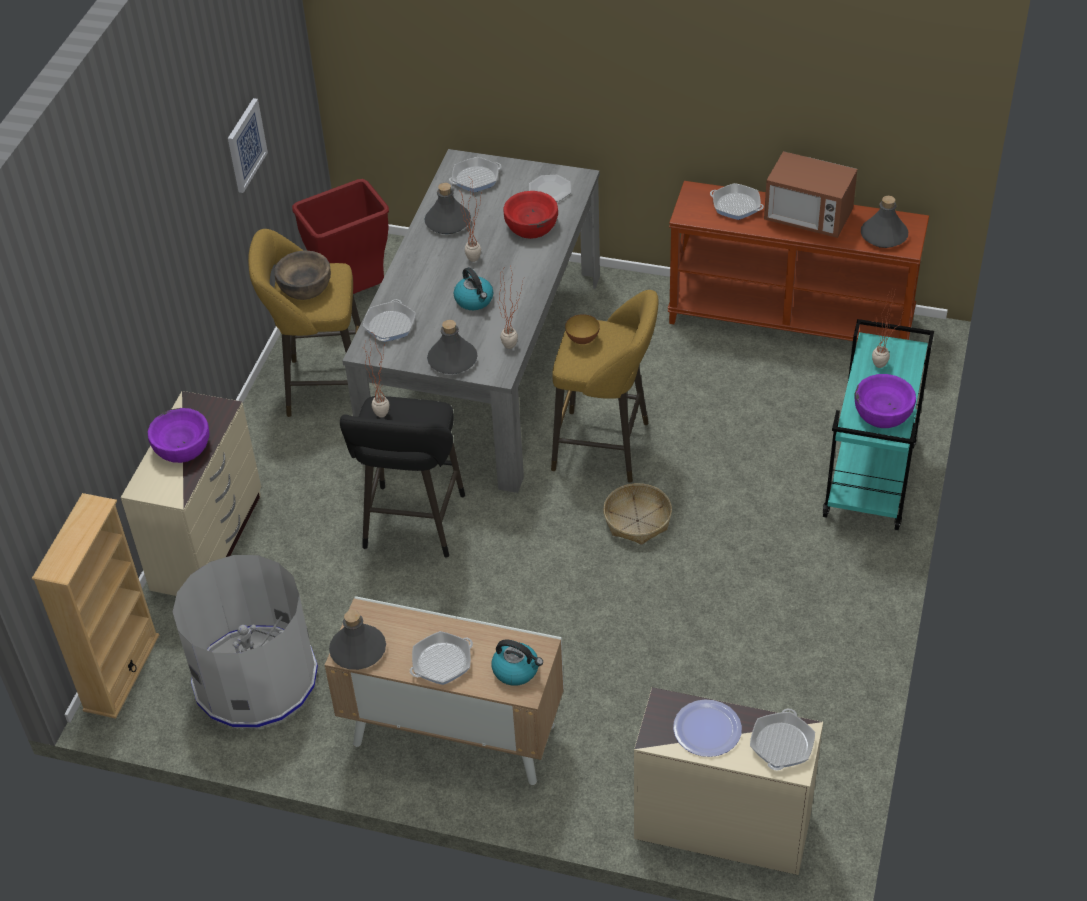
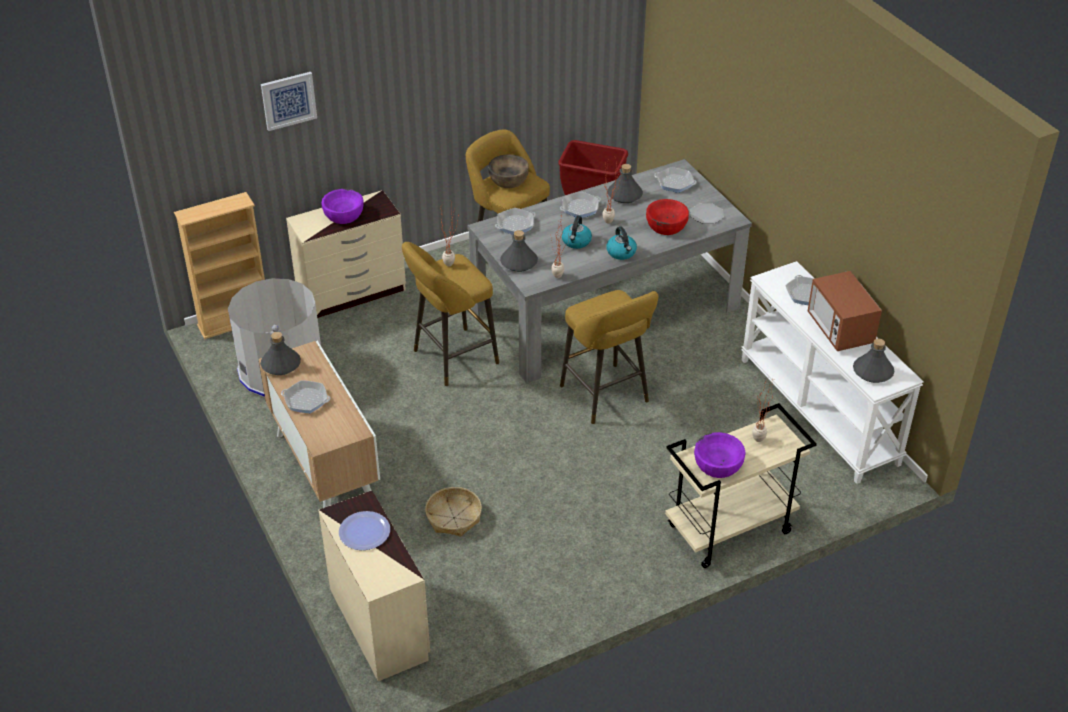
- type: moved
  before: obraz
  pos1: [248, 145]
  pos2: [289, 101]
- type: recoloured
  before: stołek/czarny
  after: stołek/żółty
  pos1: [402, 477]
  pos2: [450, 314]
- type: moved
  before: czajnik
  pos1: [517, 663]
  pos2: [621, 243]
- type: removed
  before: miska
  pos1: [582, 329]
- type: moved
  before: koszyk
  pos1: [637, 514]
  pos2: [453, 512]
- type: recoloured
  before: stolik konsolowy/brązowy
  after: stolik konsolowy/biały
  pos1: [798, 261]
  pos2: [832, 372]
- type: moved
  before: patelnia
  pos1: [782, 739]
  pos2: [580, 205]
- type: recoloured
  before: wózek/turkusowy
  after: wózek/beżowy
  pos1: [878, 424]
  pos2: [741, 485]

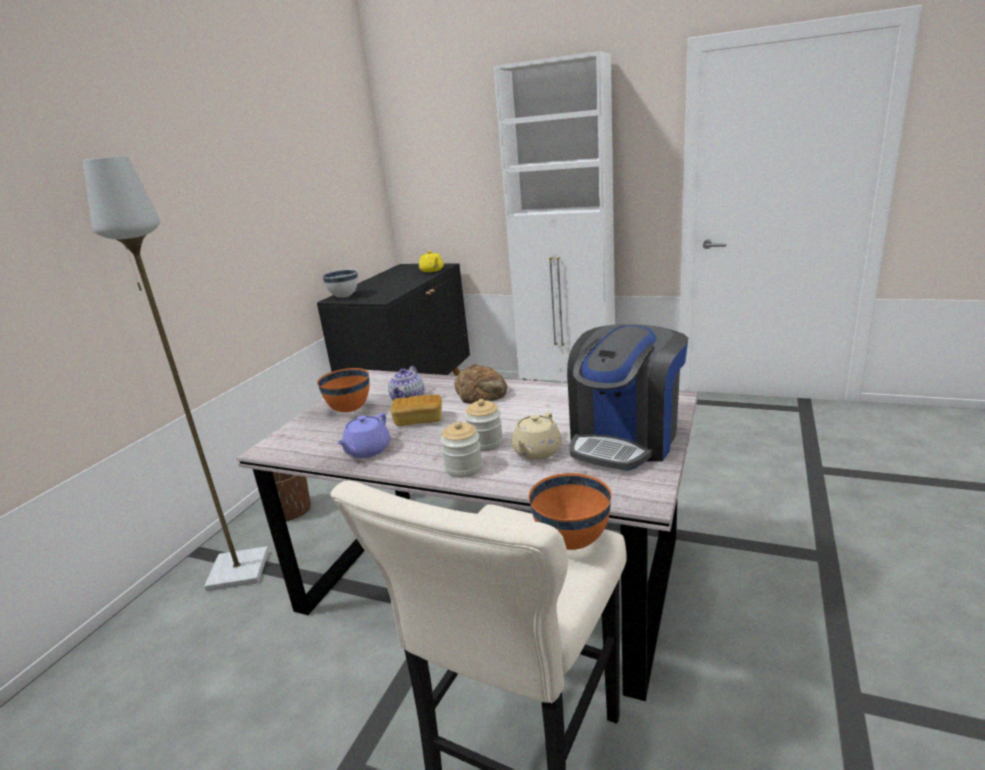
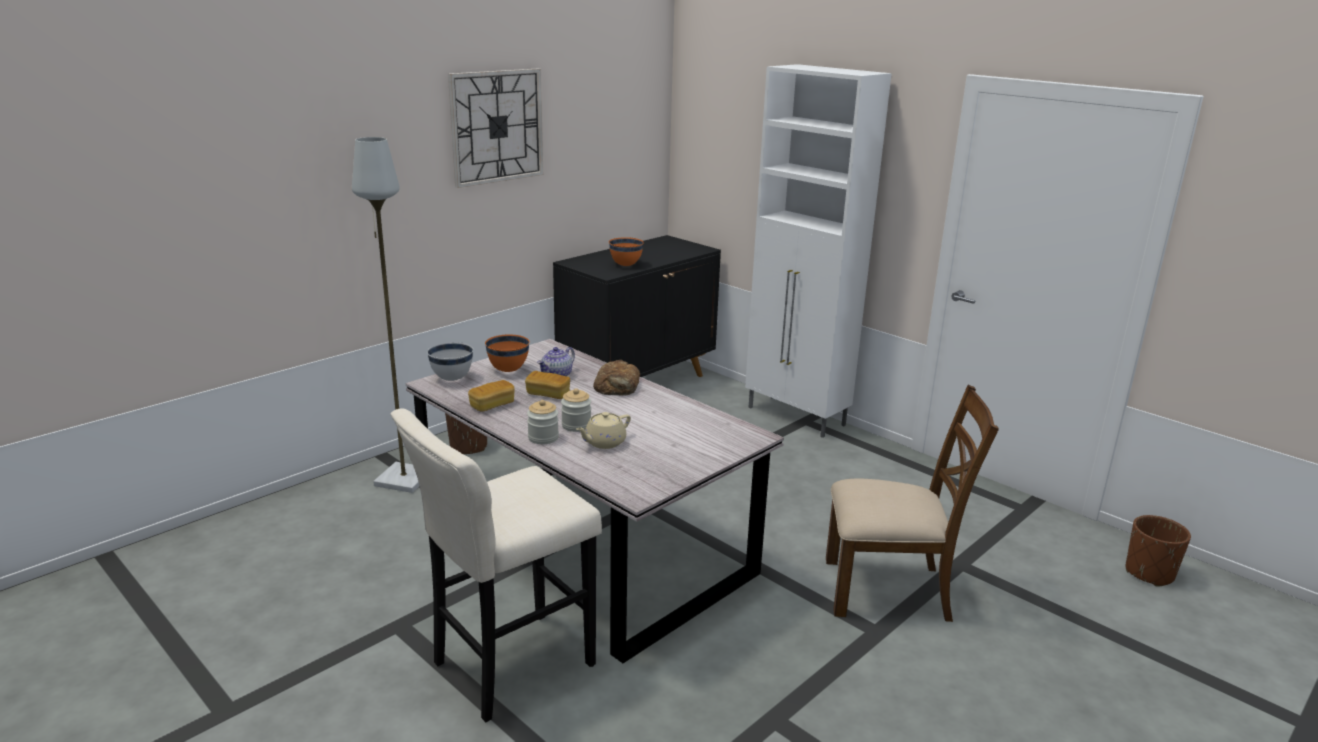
- type: moved
  before: miska/biały
  pos1: [340, 283]
  pos2: [450, 361]
- type: replaced
  before: imbryk/fioletowy
  after: chleb
  pos1: [363, 435]
  pos2: [491, 395]
- type: removed
  before: imbryk/żółty
  pos1: [431, 261]
- type: moved
  before: miska/pomarańczowy
  pos1: [570, 511]
  pos2: [626, 251]
- type: removed
  before: ekspres do kawy
  pos1: [627, 397]
- type: added
  after: zegar ścienny
  pos2: [495, 128]
- type: added
  after: krzesło/brązowy
  pos2: [912, 503]
- type: added
  after: donica/brązowy
  pos2: [1158, 551]

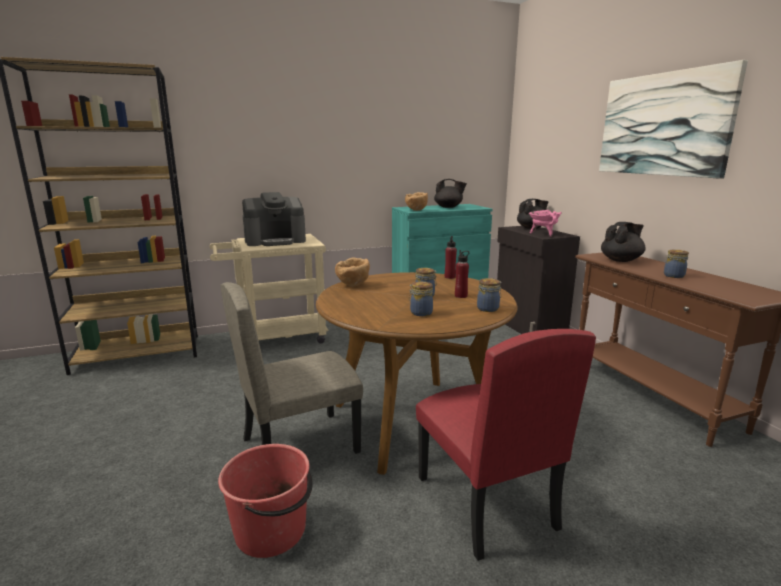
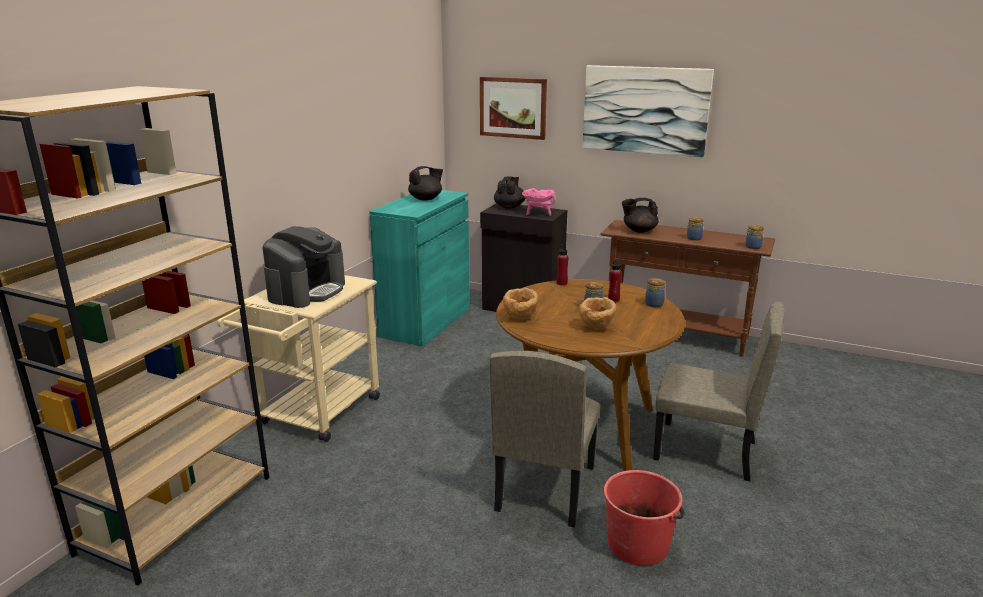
- type: moved
  before: miska/brązowy
  pos1: [416, 201]
  pos2: [597, 313]
- type: moved
  before: słoik
  pos1: [421, 299]
  pos2: [754, 237]
- type: recoloured
  before: krzesło/czerwony
  after: krzesło/beżowy
  pos1: [506, 445]
  pos2: [719, 391]
- type: turned
  before: imbryk/czarny
  pos1: [623, 242]
  pos2: [640, 215]
  turn: -105
- type: added
  after: obraz
  pos2: [513, 108]

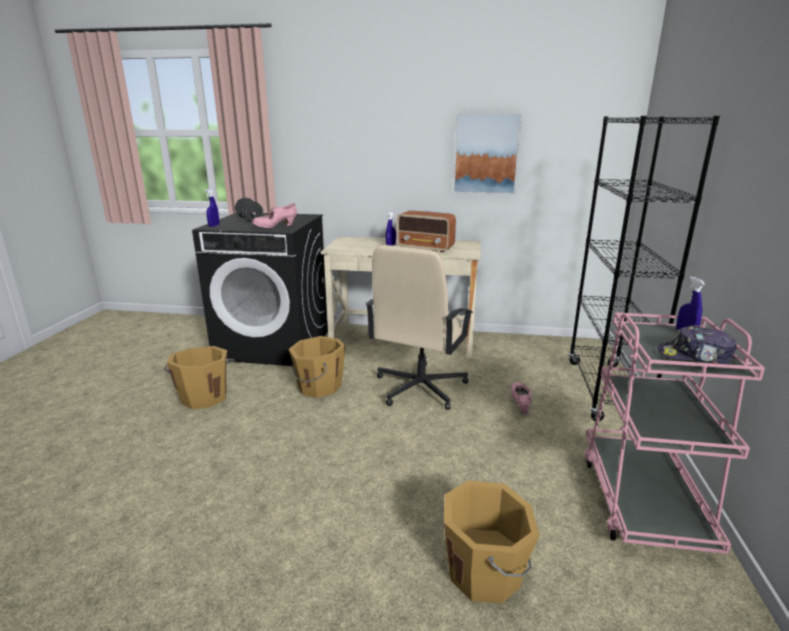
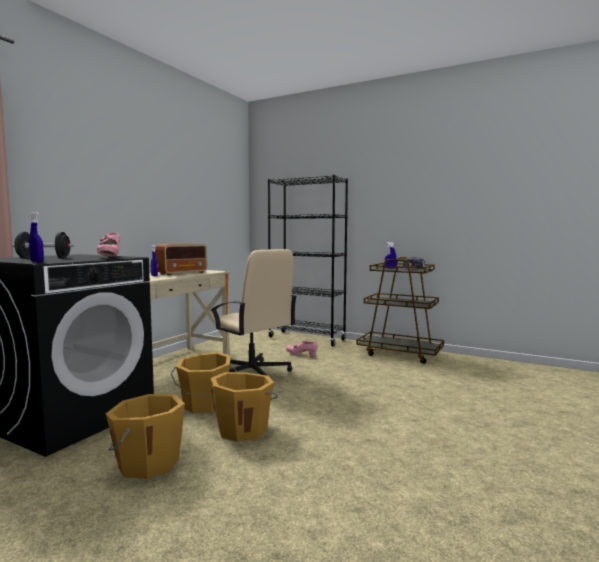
- type: moved
  before: wiadro/pomarańczowy
  pos1: [492, 541]
  pos2: [244, 407]
- type: removed
  before: obraz
  pos1: [487, 154]
- type: recoloured
  before: wózek/różowy
  after: wózek/brązowy
  pos1: [675, 433]
  pos2: [400, 310]

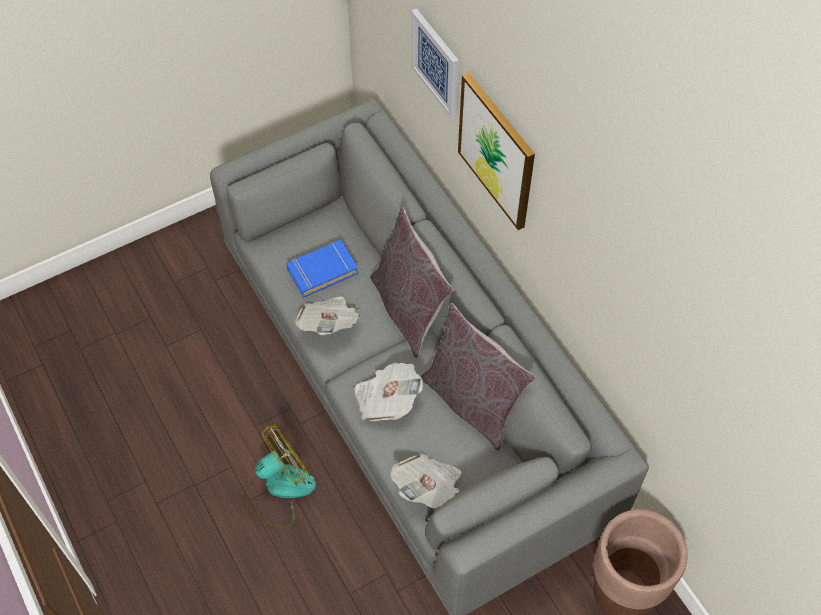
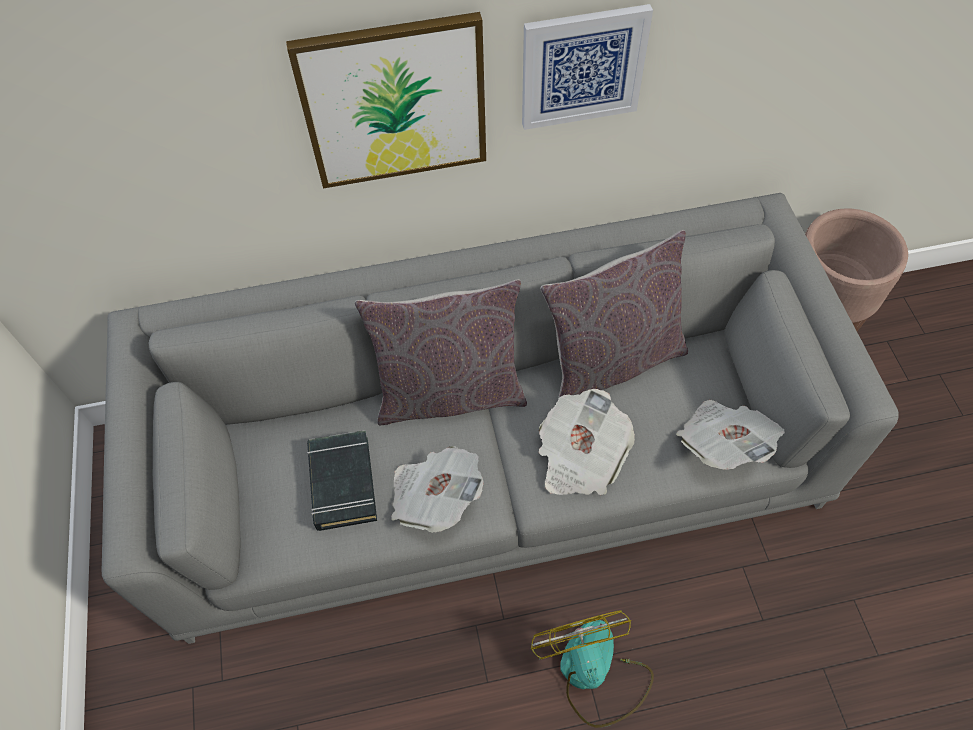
- type: recoloured
  before: książka/niebieski
  after: książka/czarny
  pos1: [322, 269]
  pos2: [342, 480]
- type: moved
  before: obraz
  pos1: [435, 63]
  pos2: [587, 67]

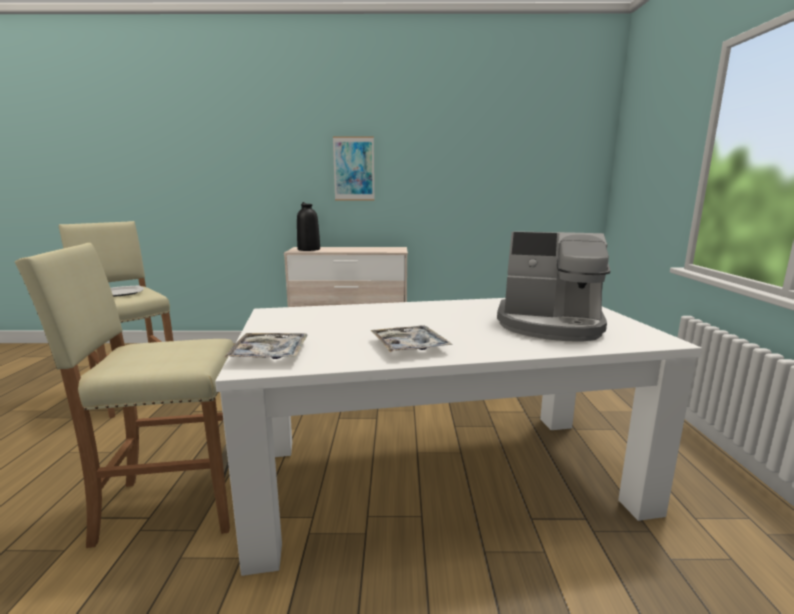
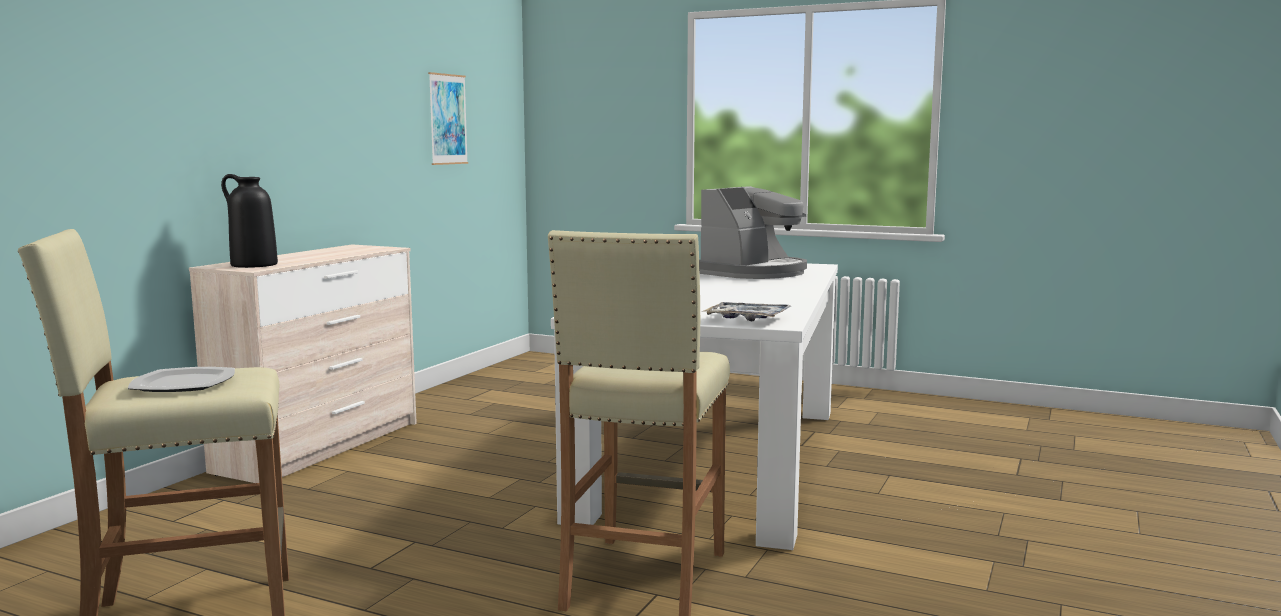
- type: moved
  before: obraz
  pos1: [354, 168]
  pos2: [448, 118]
- type: removed
  before: taca
  pos1: [411, 338]

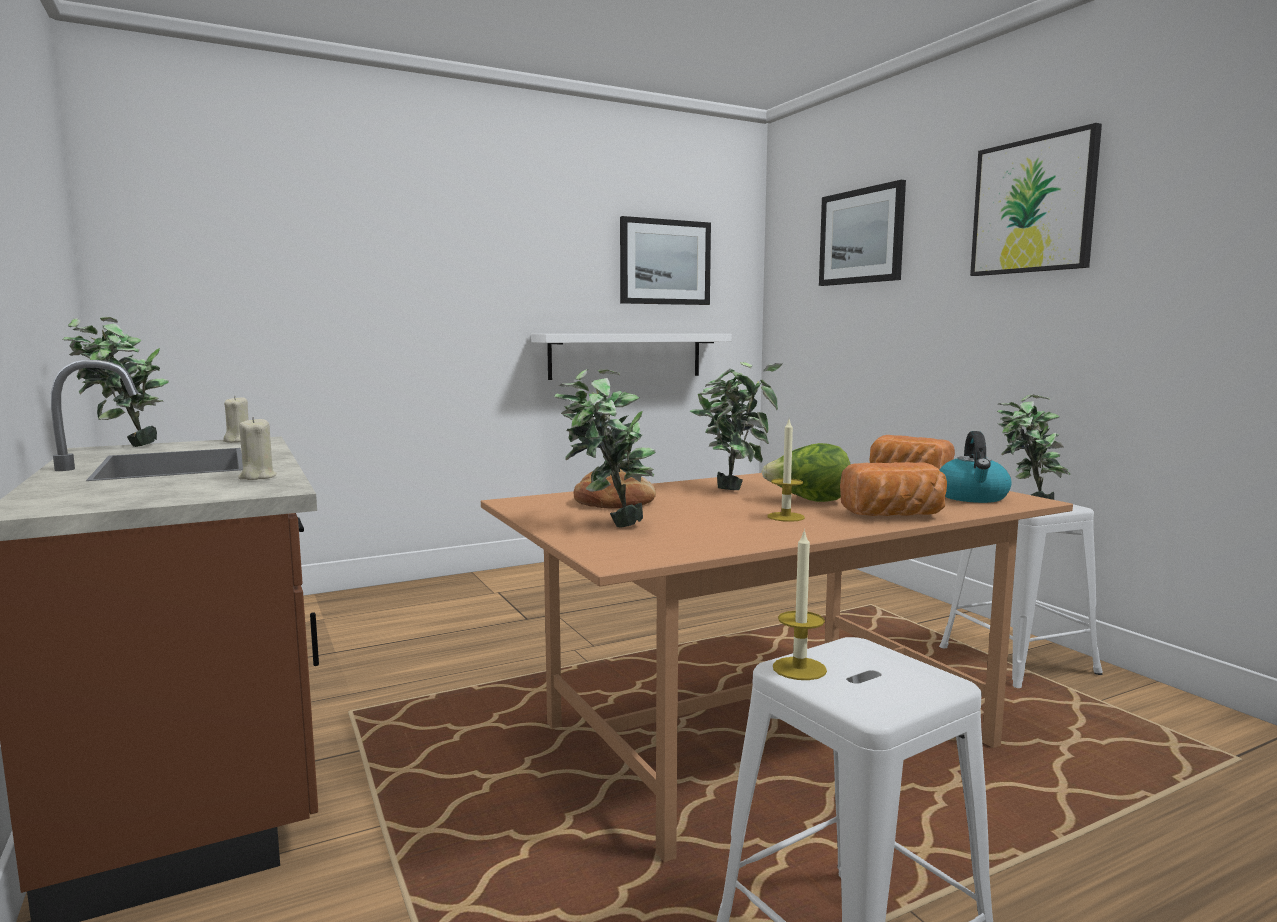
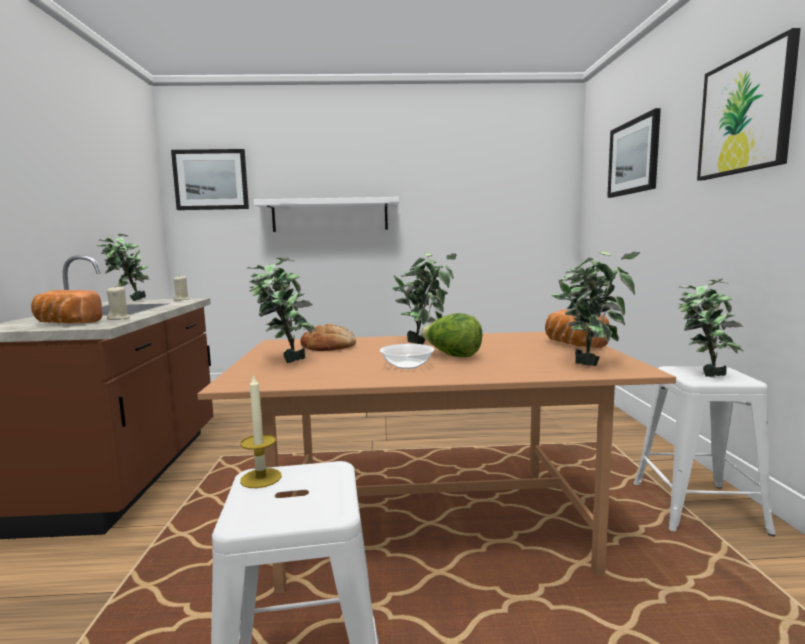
- type: moved
  before: półka/biały
  pos1: [631, 357]
  pos2: [326, 214]
- type: moved
  before: obraz
  pos1: [665, 260]
  pos2: [210, 179]
- type: replaced
  before: świeca
  after: miska
  pos1: [786, 471]
  pos2: [407, 356]
- type: moved
  before: chleb
  pos1: [893, 489]
  pos2: [66, 306]
- type: replaced
  before: czajnik
  after: roślina doniczkowa
  pos1: [975, 467]
  pos2: [595, 308]

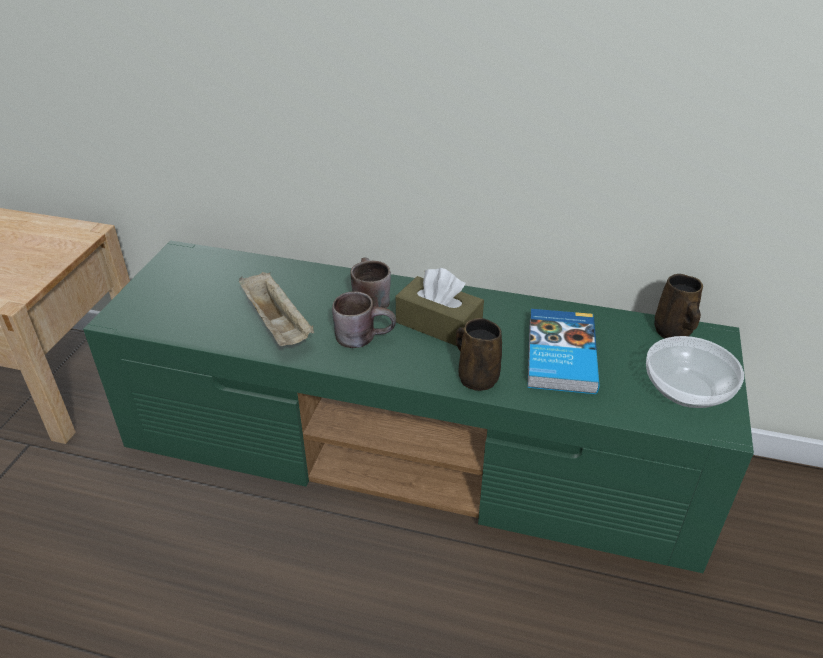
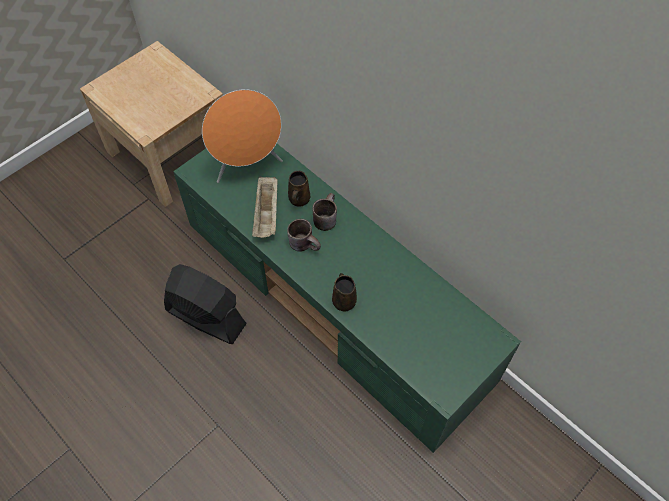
- type: removed
  before: pudełko chusteczek/brązowy
  pos1: [440, 307]
- type: removed
  before: książka
  pos1: [563, 351]
- type: removed
  before: miska
  pos1: [695, 372]
- type: moved
  before: kubek/brązowy
  pos1: [678, 306]
  pos2: [299, 189]
- type: added
  after: wentylator/czarny
  pos2: [205, 304]
- type: added
  after: głośnik/pomarańczowy
  pos2: [242, 136]

